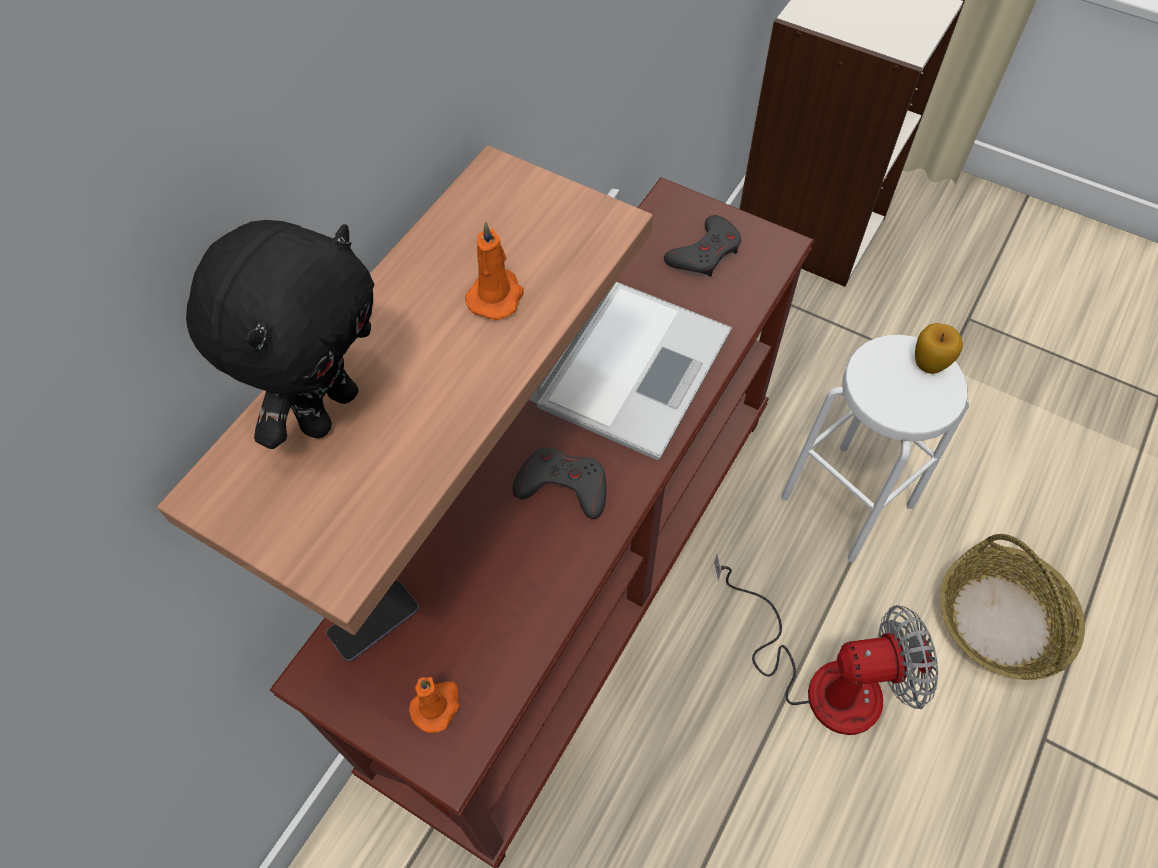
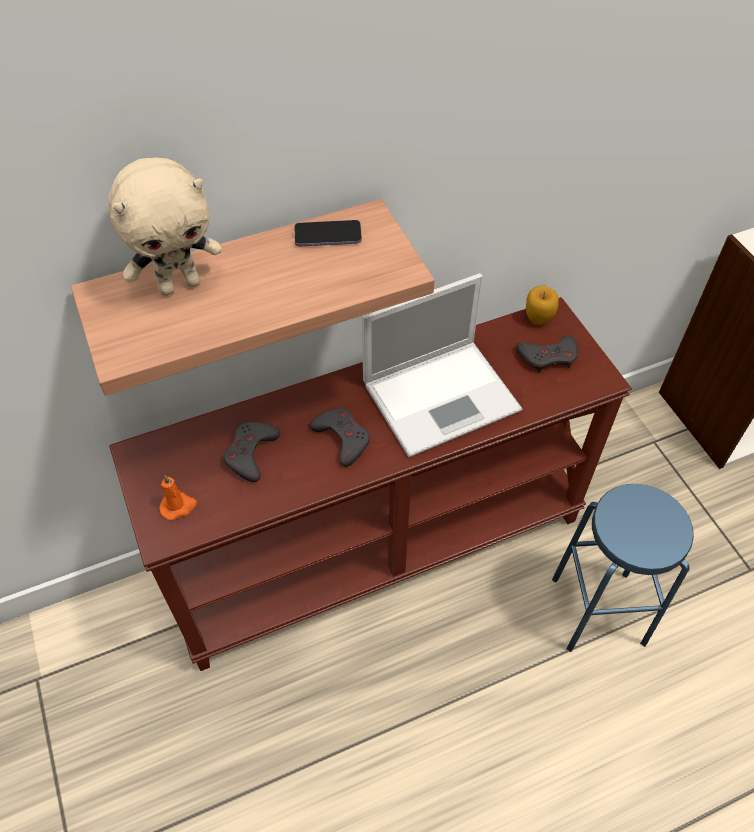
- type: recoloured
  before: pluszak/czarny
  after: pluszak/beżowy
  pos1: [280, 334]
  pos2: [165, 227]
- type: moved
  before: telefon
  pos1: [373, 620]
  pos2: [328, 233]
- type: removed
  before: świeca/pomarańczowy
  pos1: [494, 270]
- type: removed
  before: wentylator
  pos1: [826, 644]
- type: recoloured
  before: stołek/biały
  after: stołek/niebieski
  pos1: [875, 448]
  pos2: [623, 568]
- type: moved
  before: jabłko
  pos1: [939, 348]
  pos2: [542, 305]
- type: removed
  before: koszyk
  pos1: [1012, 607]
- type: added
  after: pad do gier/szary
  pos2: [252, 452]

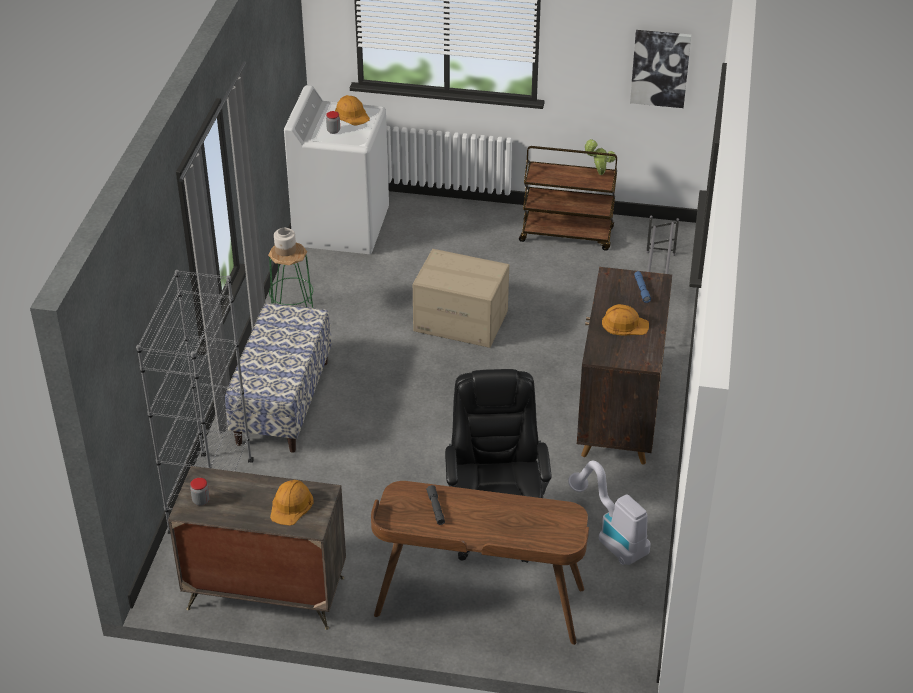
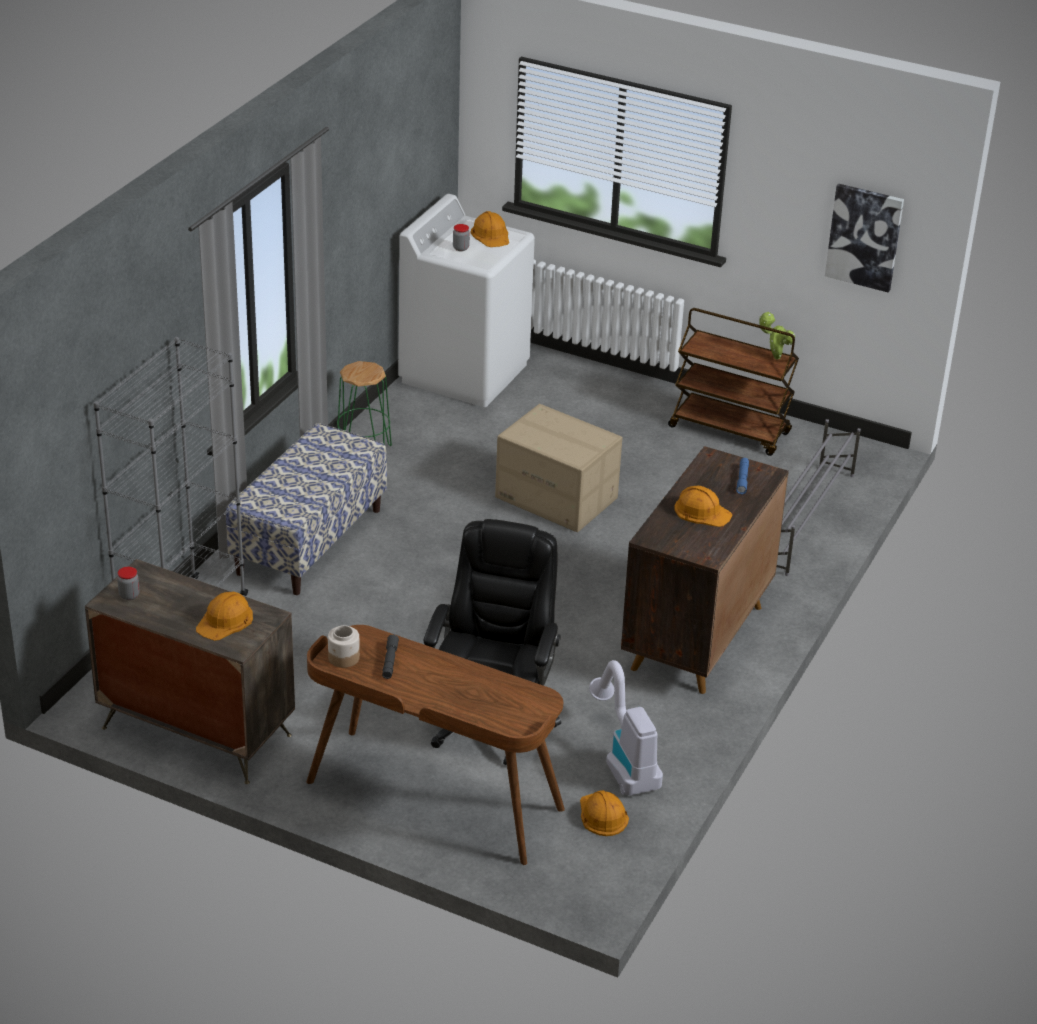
- type: moved
  before: słoik
  pos1: [285, 242]
  pos2: [344, 646]
- type: added
  after: kask/pomarańczowy
  pos2: [604, 813]

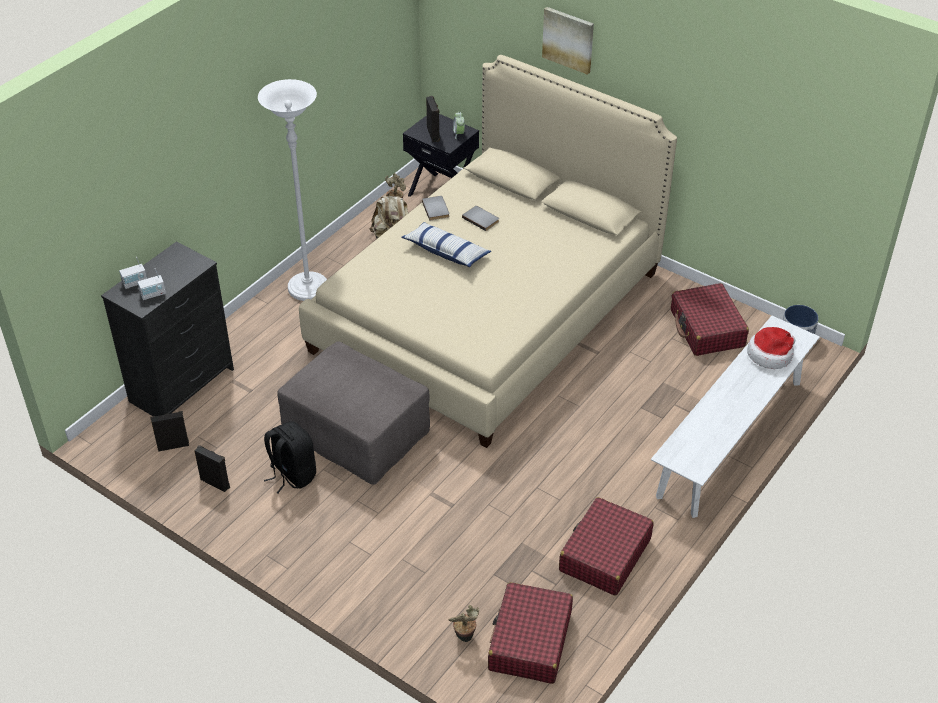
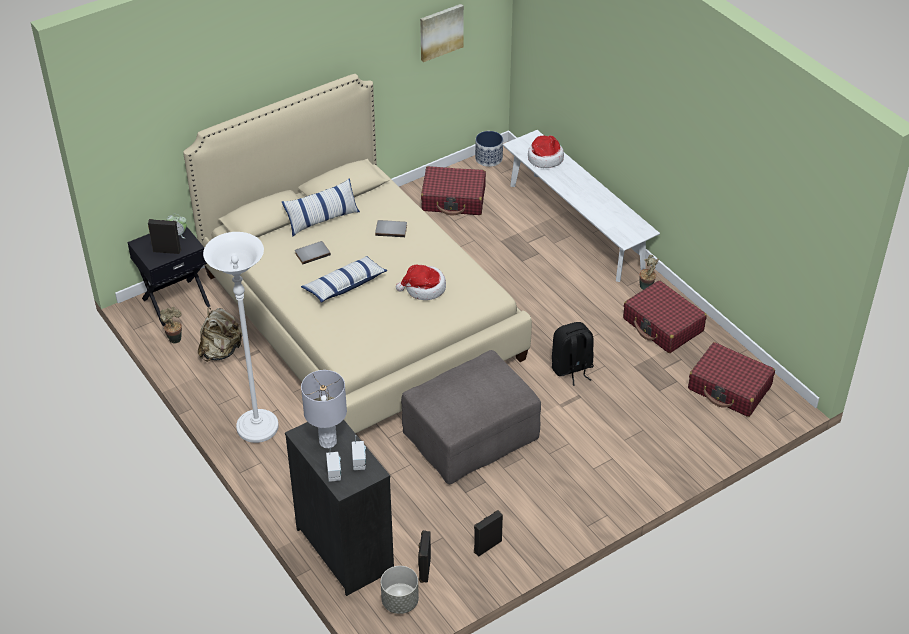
- type: moved
  before: plecak/czarny
  pos1: [290, 457]
  pos2: [573, 354]
- type: moved
  before: książka/szary
  pos1: [436, 208]
  pos2: [391, 228]
- type: moved
  before: roślina doniczkowa
  pos1: [464, 623]
  pos2: [649, 272]
- type: moved
  before: obraz
  pos1: [568, 41]
  pos2: [442, 33]
- type: added
  after: poduszka
  pos2: [321, 207]
- type: added
  after: lampa stołowa/szary
  pos2: [324, 409]
- type: added
  after: donica/szary
  pos2: [400, 590]
- type: added
  after: kapelusz
  pos2: [421, 282]

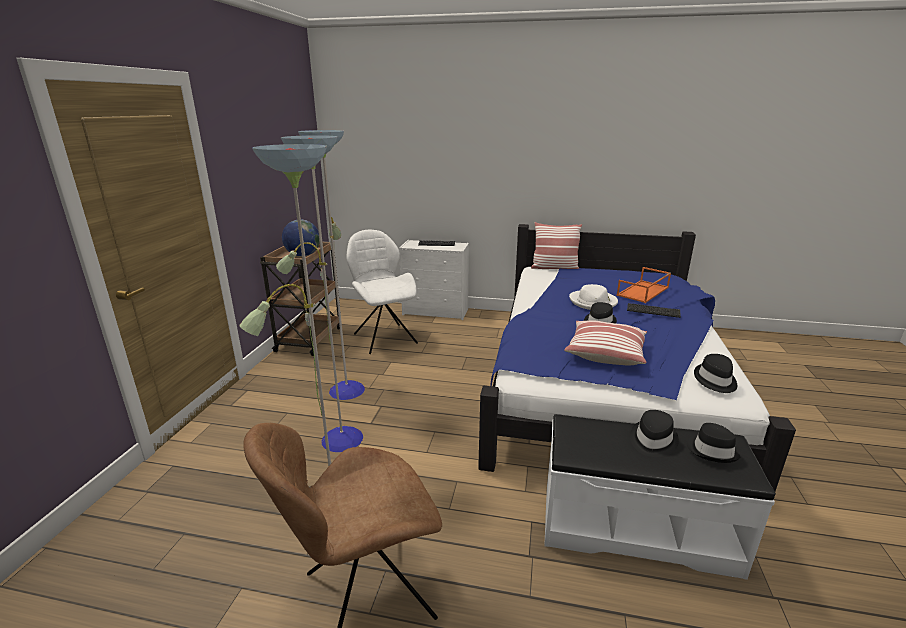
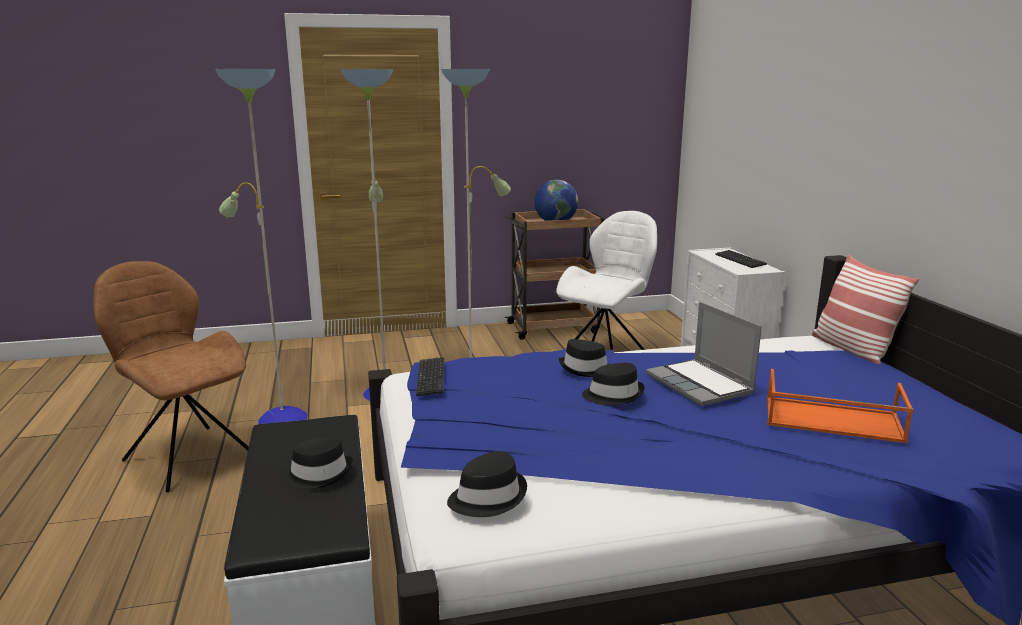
- type: removed
  before: poduszka
  pos1: [605, 343]
- type: replaced
  before: kapelusz/biały
  after: laptop
  pos1: [593, 297]
  pos2: [704, 354]
- type: moved
  before: klawiatura
  pos1: [654, 310]
  pos2: [430, 376]
- type: moved
  before: kapelusz/czarny
  pos1: [713, 443]
  pos2: [583, 358]

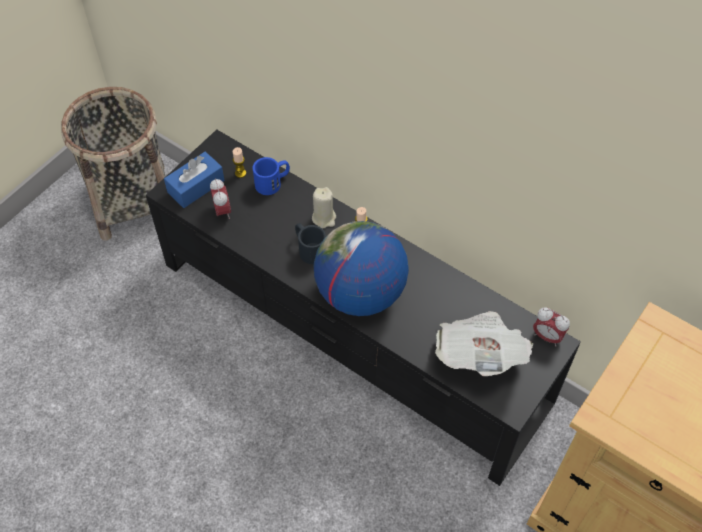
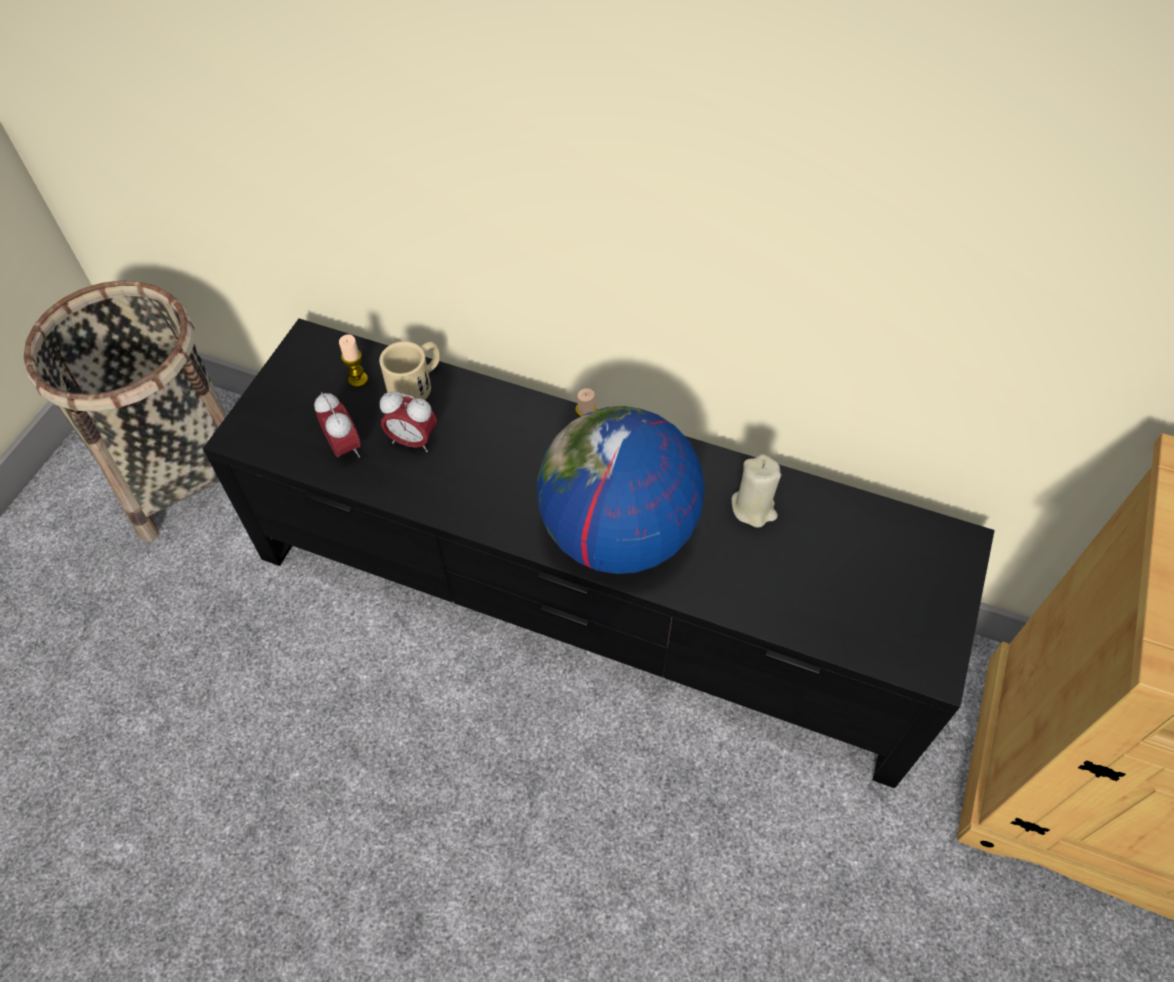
- type: removed
  before: pudełko chusteczek/niebieski
  pos1: [194, 180]
- type: recoloured
  before: kubek/niebieski
  after: kubek/beżowy
  pos1: [271, 176]
  pos2: [409, 370]
- type: removed
  before: kubek/czarny
  pos1: [310, 243]
- type: moved
  before: świeca/beżowy
  pos1: [324, 207]
  pos2: [756, 491]
- type: removed
  before: gazeta
  pos1: [484, 343]
- type: moved
  before: budzik
  pos1: [551, 326]
  pos2: [408, 421]

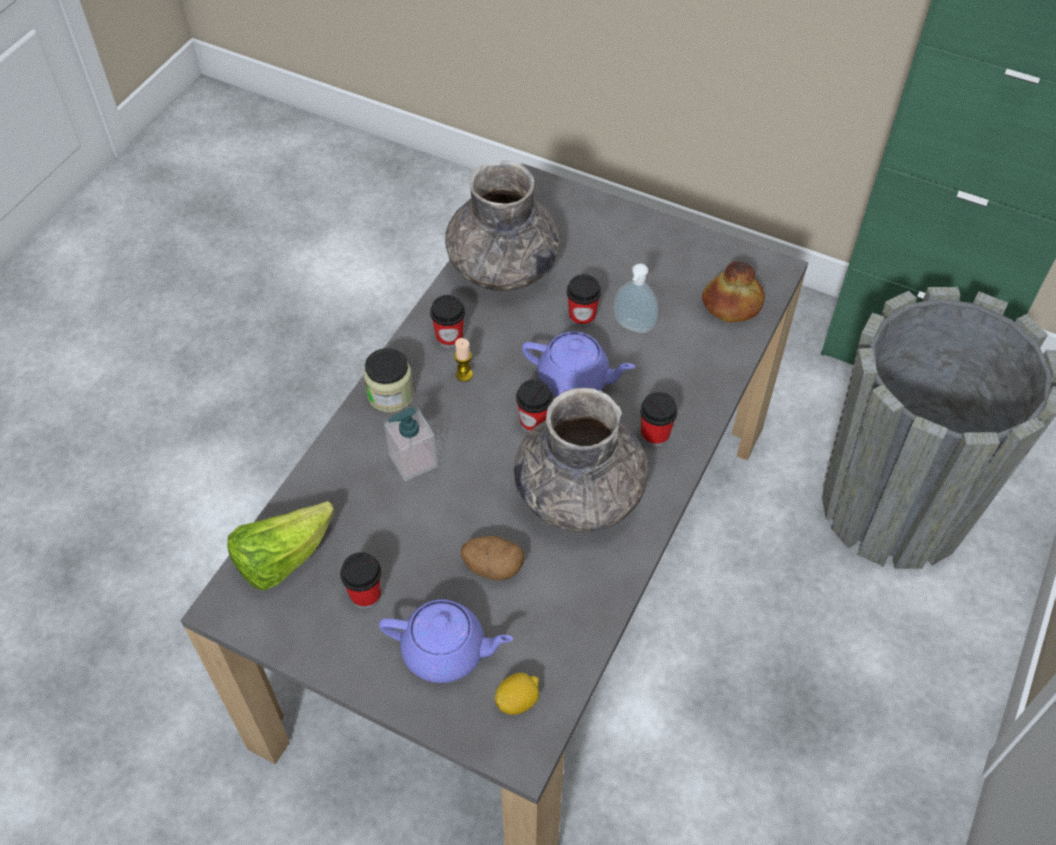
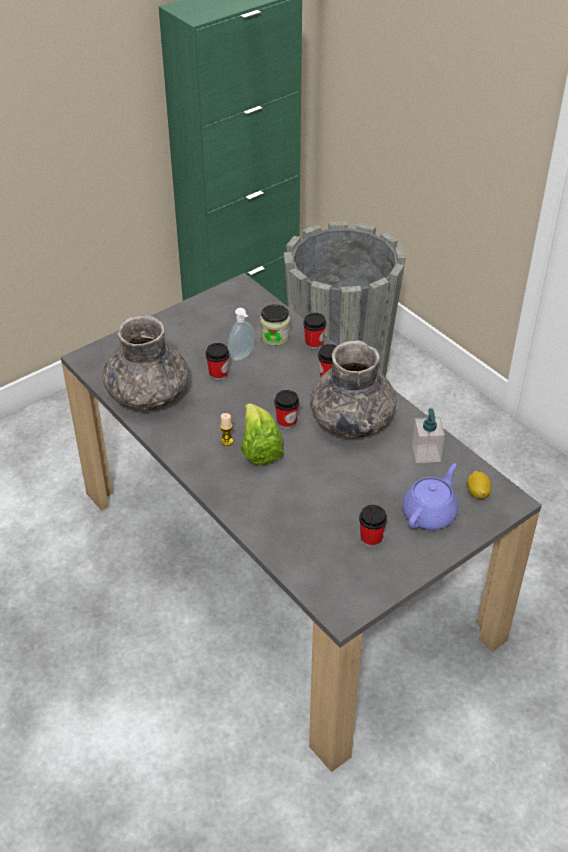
- type: moved
  before: sałata
  pos1: [280, 545]
  pos2: [262, 434]
- type: moved
  before: słoik
  pos1: [389, 380]
  pos2: [275, 325]
- type: moved
  before: dozownik mydła
  pos1: [411, 444]
  pos2: [428, 435]
- type: moved
  before: filiżanka
  pos1: [447, 321]
  pos2: [314, 331]
- type: removed
  before: ziemniak
  pos1: [492, 558]
- type: removed
  before: imbryk/fioletowy
  pos1: [578, 364]
- type: removed
  before: chleb
  pos1: [733, 291]

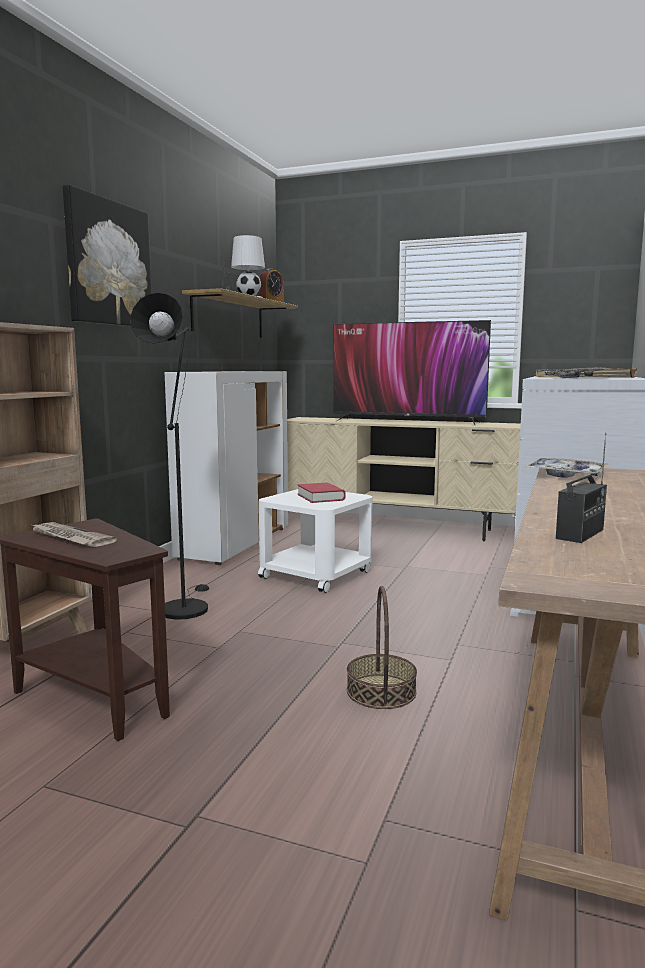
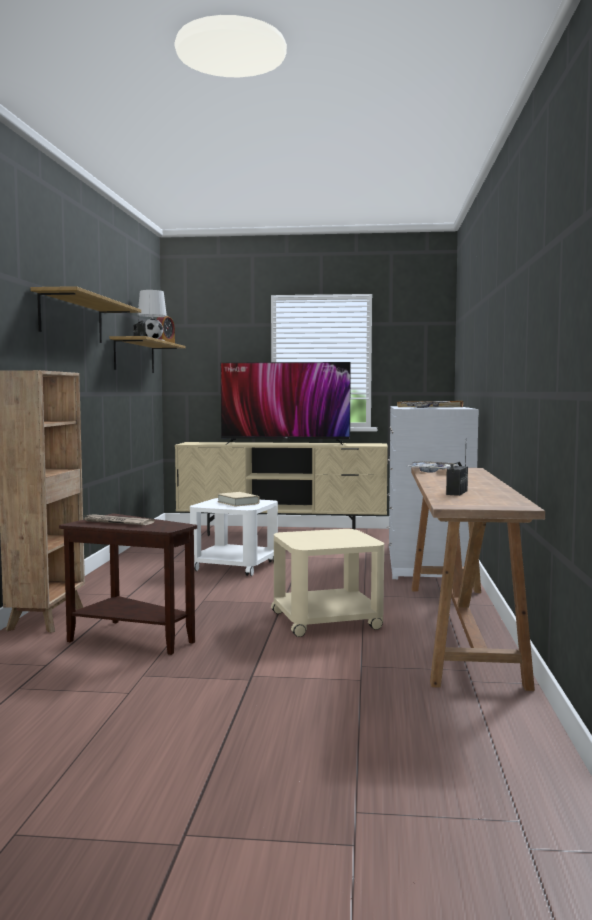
- type: replaced
  before: obraz
  after: półka
  pos1: [107, 255]
  pos2: [85, 314]
- type: removed
  before: lampa stojąca/czarny
  pos1: [169, 456]
- type: removed
  before: szafka/biały
  pos1: [226, 468]
- type: recoloured
  before: książka/czerwony
  after: książka/beżowy
  pos1: [321, 493]
  pos2: [238, 499]
- type: replaced
  before: koszyk
  after: stolik/beżowy
  pos1: [382, 647]
  pos2: [327, 583]

